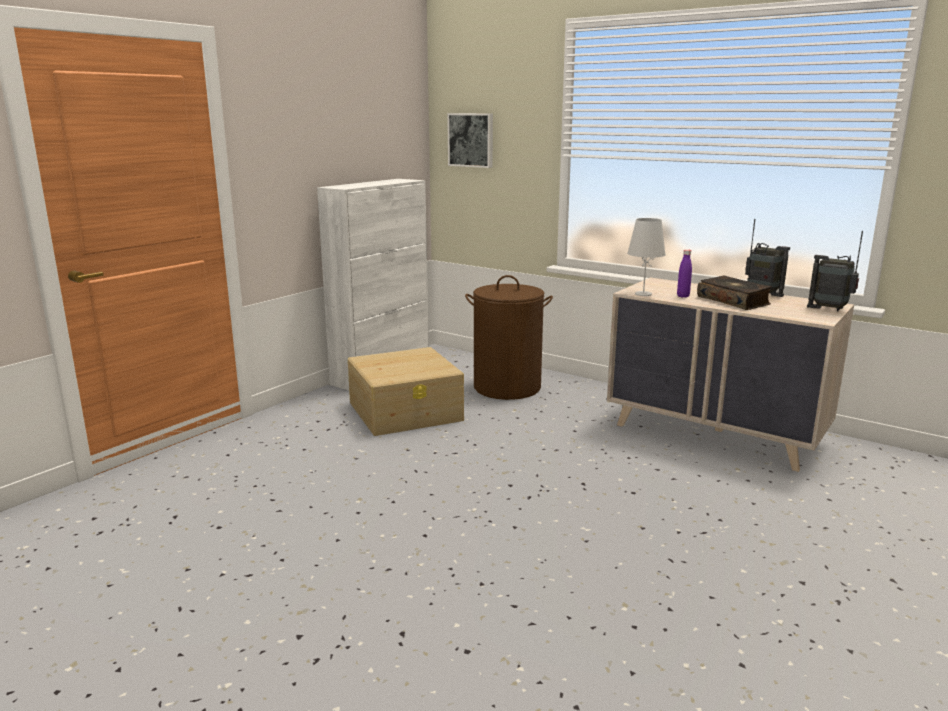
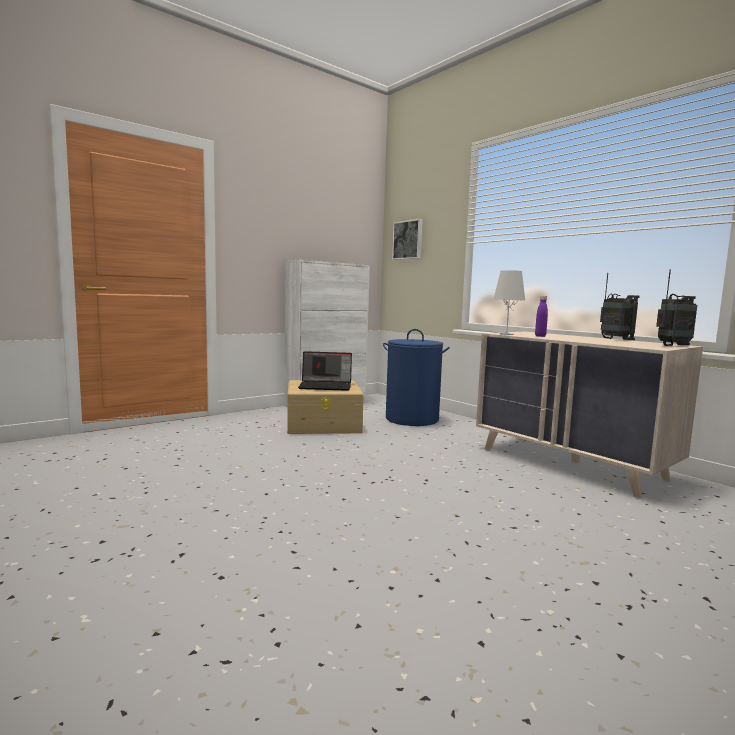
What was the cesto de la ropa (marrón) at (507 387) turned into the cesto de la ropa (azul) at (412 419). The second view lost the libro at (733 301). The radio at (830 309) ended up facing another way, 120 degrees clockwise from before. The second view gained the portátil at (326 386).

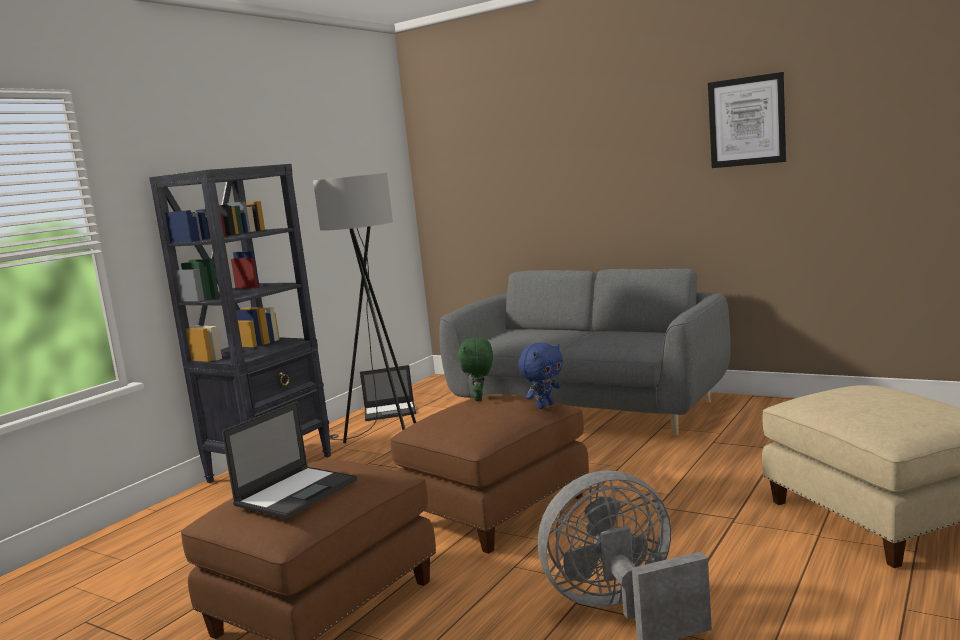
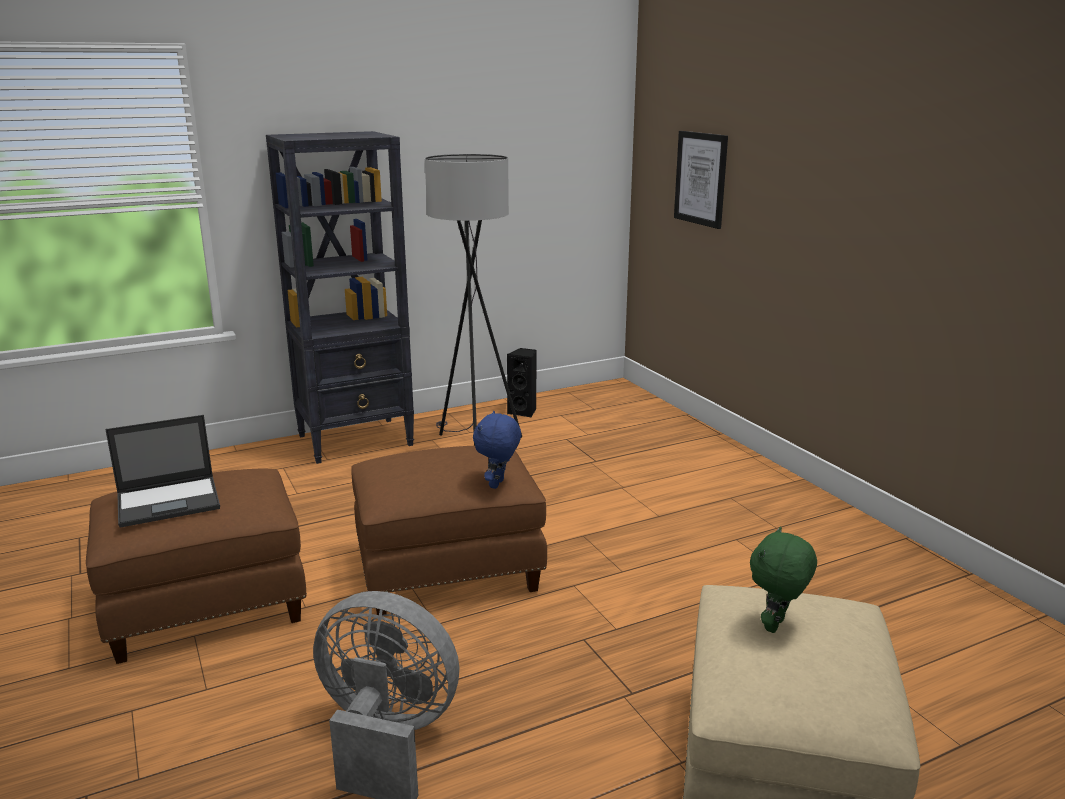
Where the portátil stood at (391 411), the altavoz (negro) came to stand at (524 412). The second view lost the sofá (gris) at (588 408). The peluche (verde) ended up elsewhere, having gone from (480 398) to (776 626). The peluche (azul) at (544 406) ended up facing another way, 120 degrees clockwise from before. The cuadro ended up elsewhere, having gone from (746 121) to (701 178).

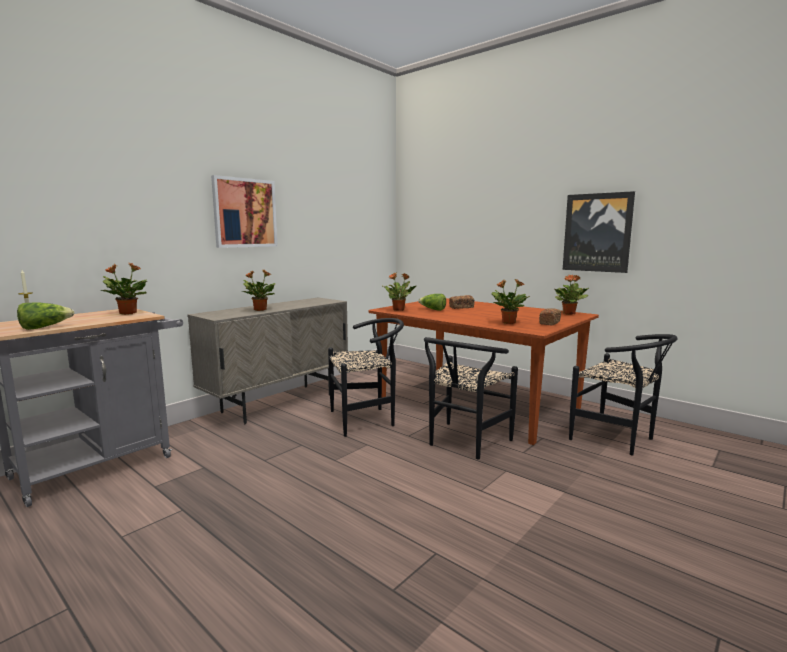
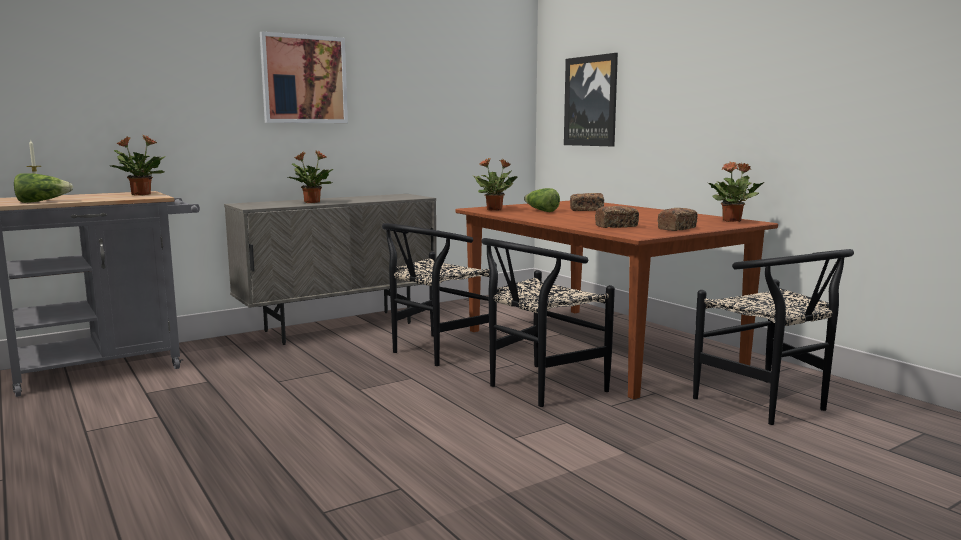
The silla (negro) at (367 419) ended up facing another way, 135 degrees clockwise from before. Where the planta en maceta stood at (508 322), the pan came to stand at (616 226). The cuadro ended up elsewhere, having gone from (597 232) to (591 101).

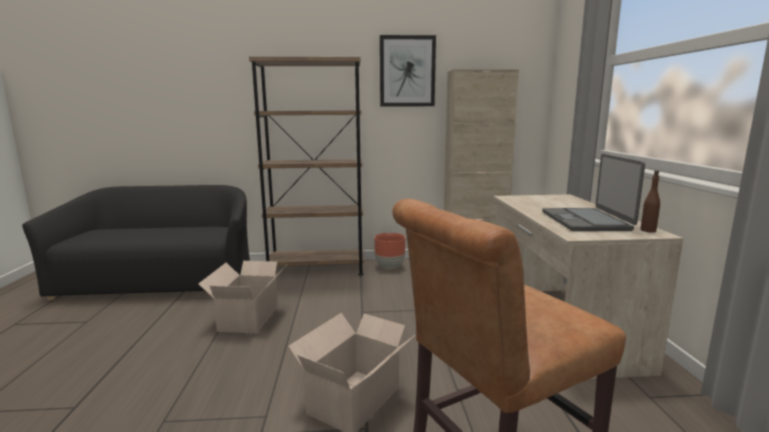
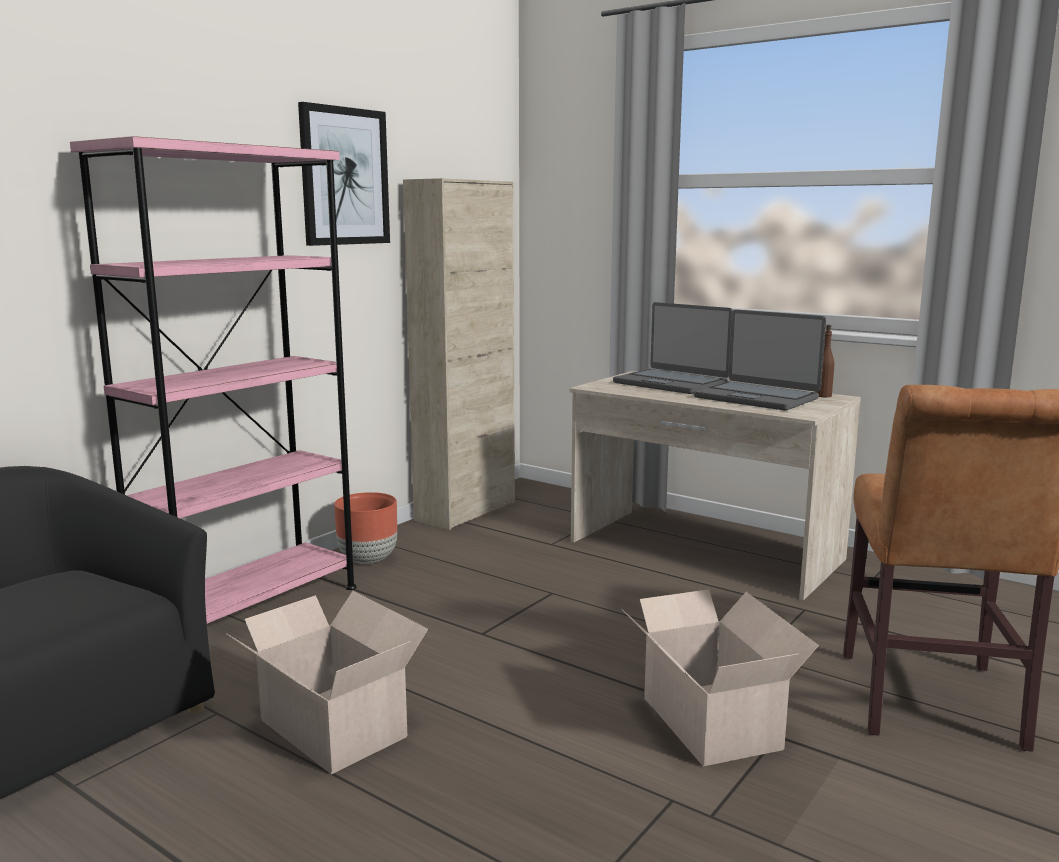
What was the estantería (marrón) at (316 269) turned into the estantería (rosa) at (250 610). The second view gained the portátil at (671 383).

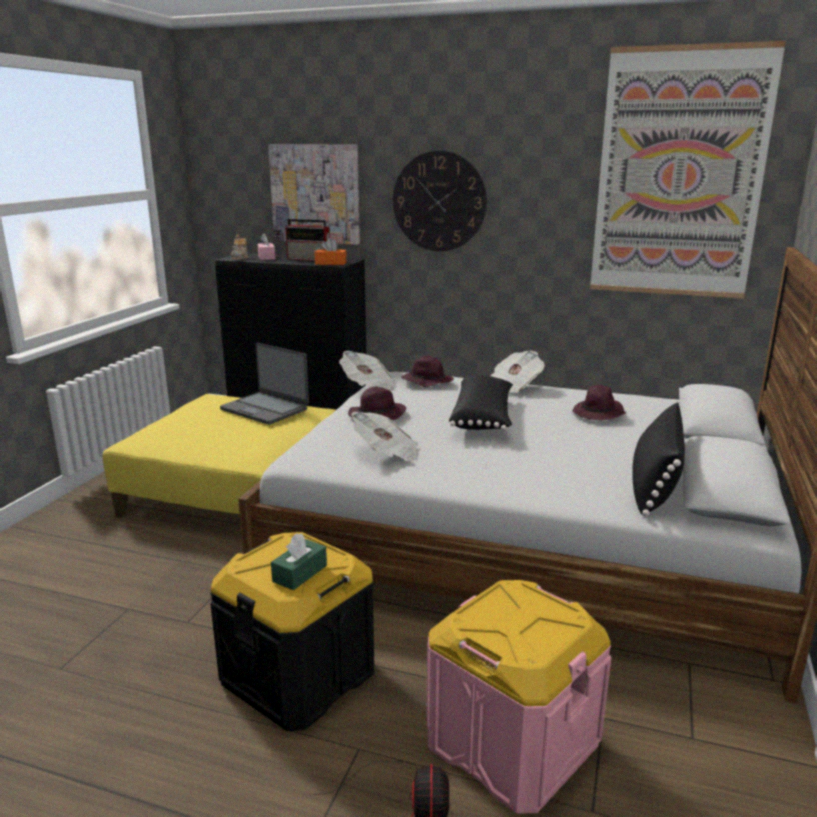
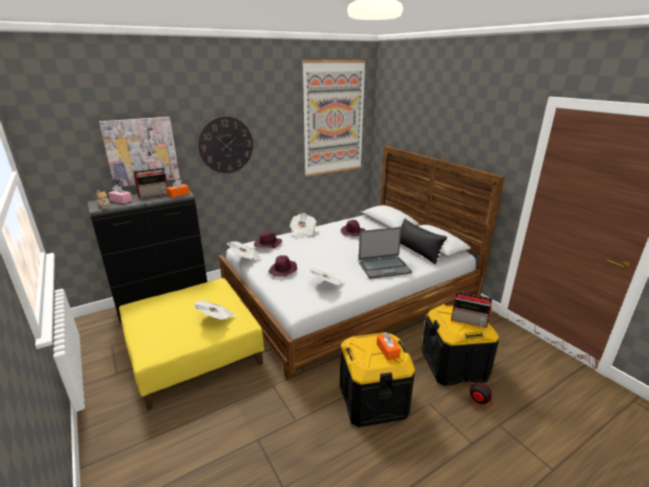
The portátil ended up elsewhere, having gone from (265 409) to (384 267). What was the caja de pañuelos (verde) at (300 573) turned into the caja de pañuelos (naranja) at (387 350). What was the caja de almacenaje (rosa) at (512 742) turned into the caja de almacenaje (negro) at (454 365). The second view lost the cojín (negro) at (483 418). The second view gained the periódico at (216 318). The second view gained the radio at (469 321).

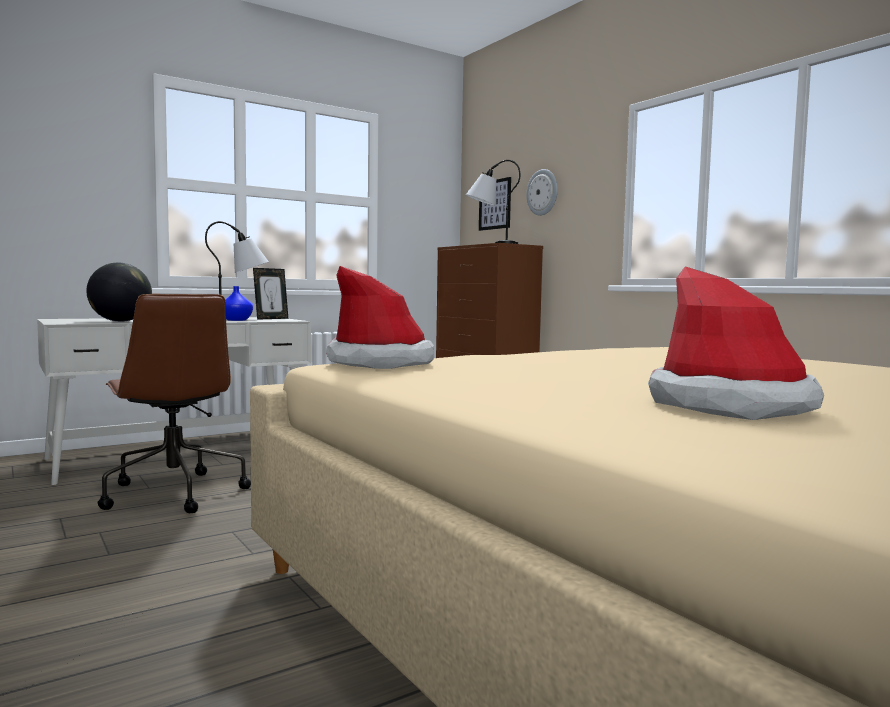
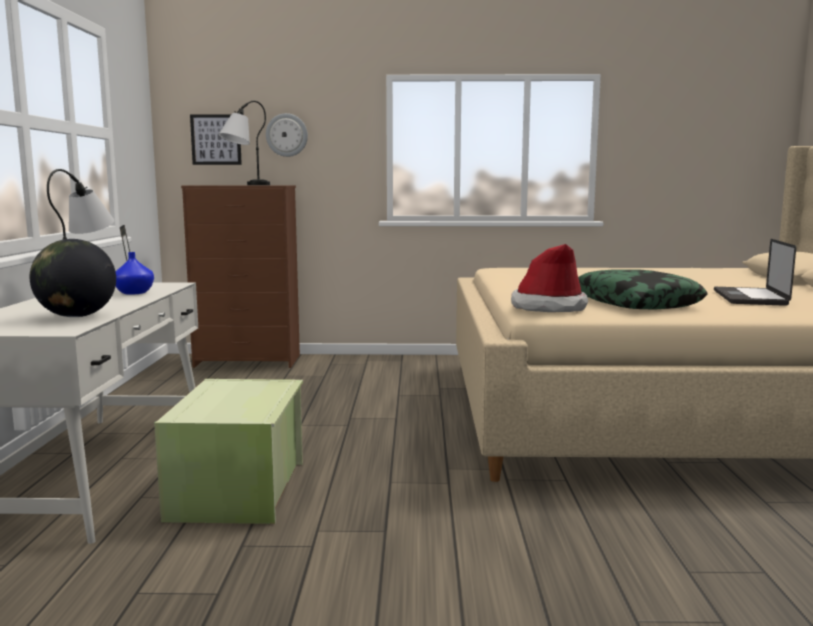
Where the silla de oficina (marrón) stood at (173 493), the caja de almacenaje (verde) came to stand at (241 489). Where the sombrero stood at (730 406), the portátil came to stand at (749 298). The second view gained the cojín at (636 303).

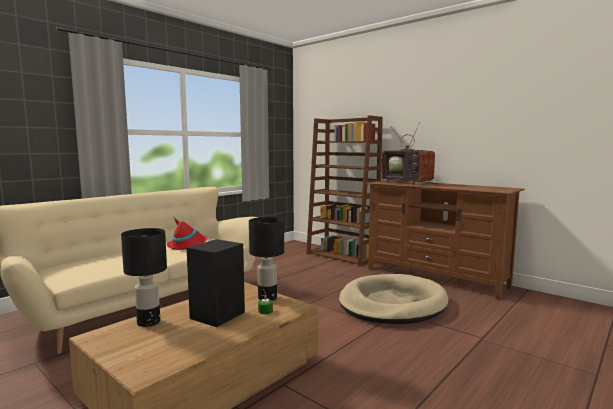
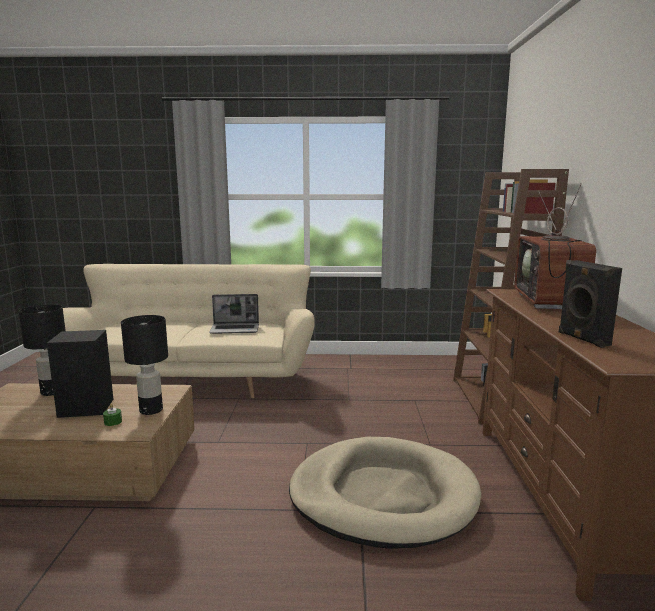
Where the sombrero (rojo) stood at (187 245), the portátil came to stand at (235 329). The second view gained the altavoz (negro) at (582 339).

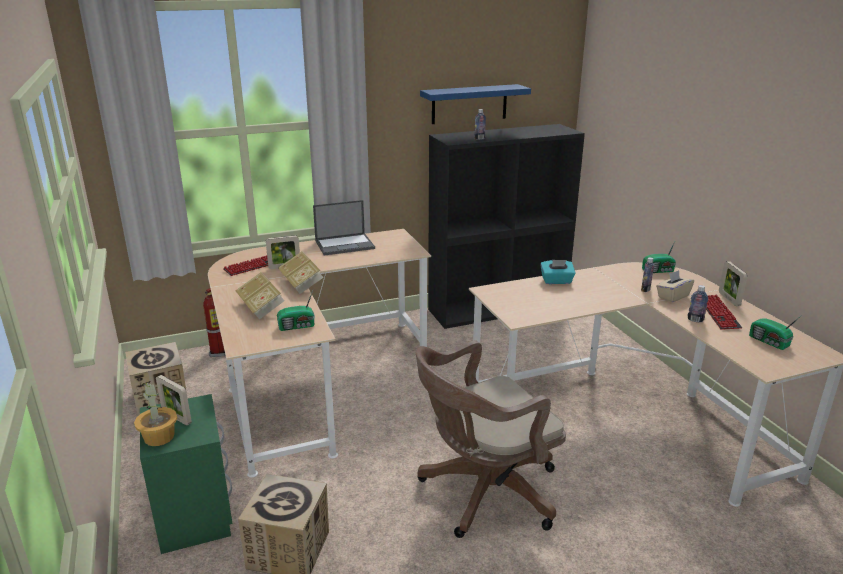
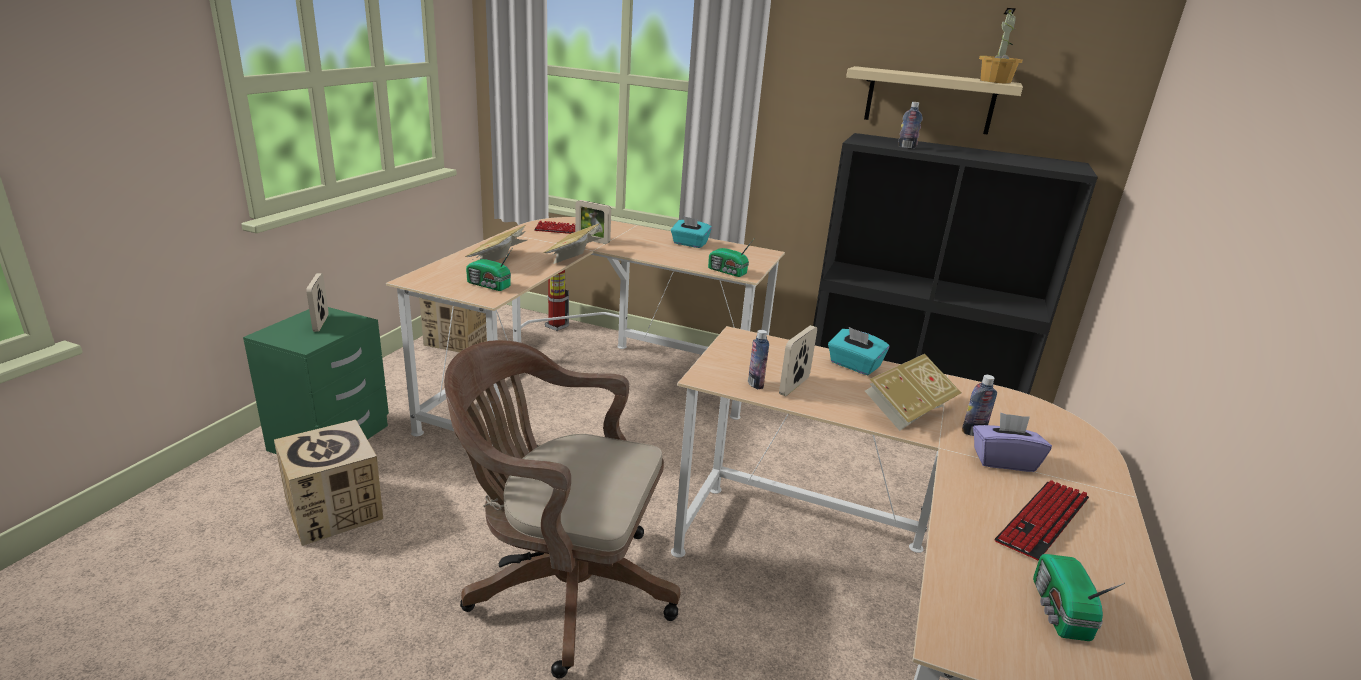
The planta en maceta ended up elsewhere, having gone from (159 437) to (995 81). Where the portátil stood at (345 244), the caja de pañuelos (turquesa) came to stand at (689 244). What was the estante (azul) at (469 104) turned into the estante (beis) at (929 100). The radio ended up elsewhere, having gone from (659 271) to (727 272). What was the caja de pañuelos (beis) at (672 296) turned into the caja de pañuelos (morado) at (1003 460). The botella ended up elsewhere, having gone from (695 320) to (755 384). The portarretratos ended up elsewhere, having gone from (729 299) to (794 386). The second view gained the libro at (907 410).

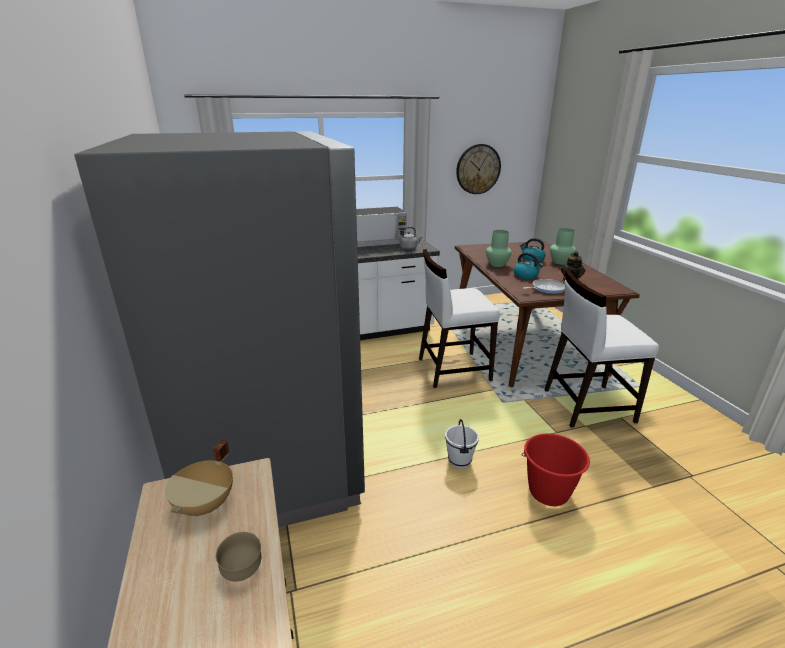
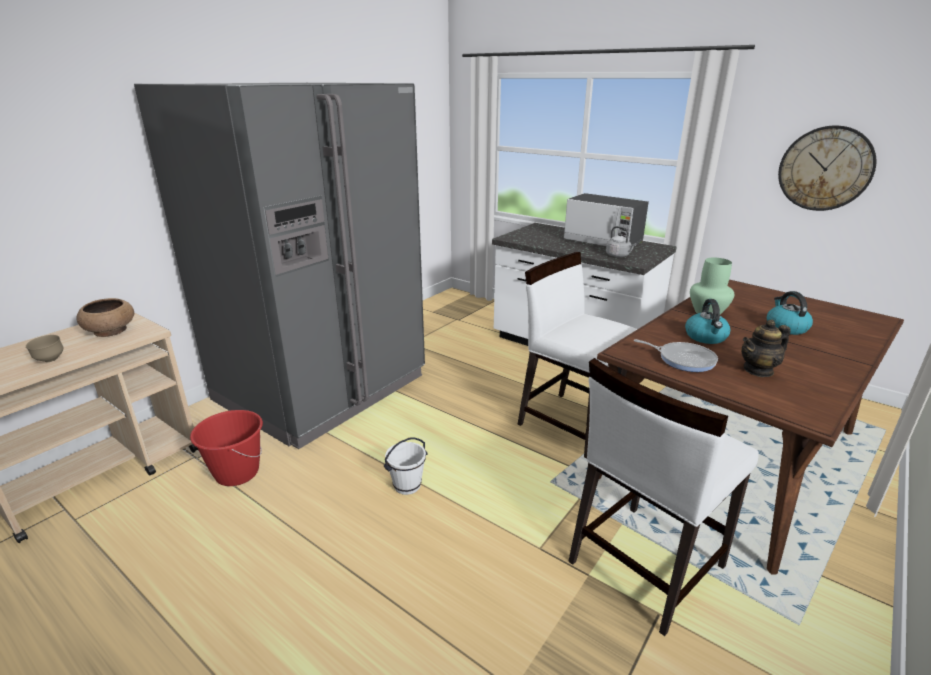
Where the olla (beis) stood at (206 505), the cuenco (marrón) came to stand at (111 331). The cubo (rojo) ended up elsewhere, having gone from (548 492) to (237 473). The silla (blanco) at (587 405) ended up facing another way, 90 degrees counterclockwise from before. The second view lost the florero (verde) at (560 262).

